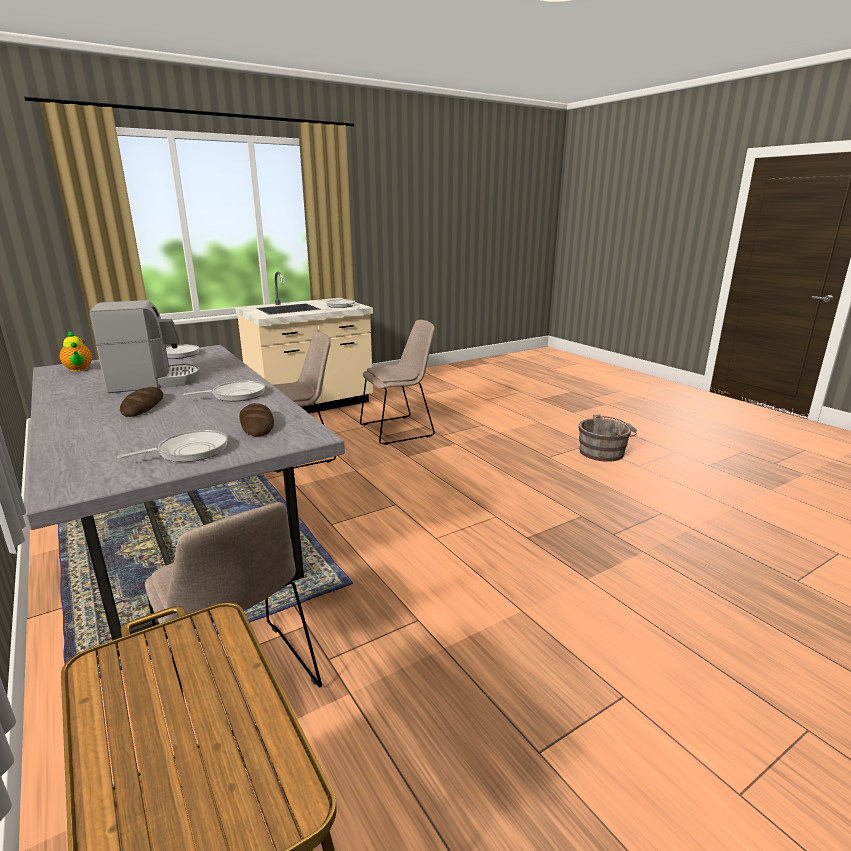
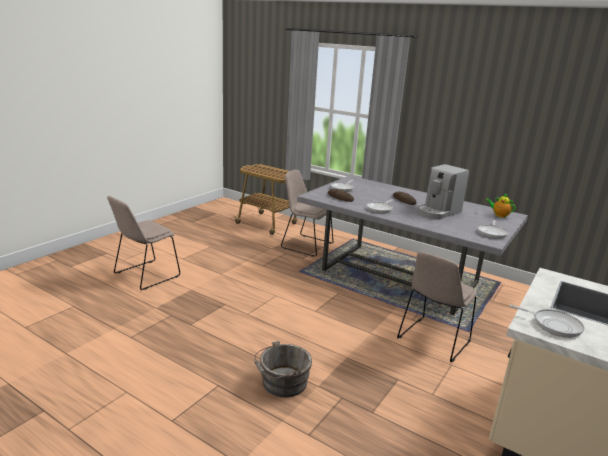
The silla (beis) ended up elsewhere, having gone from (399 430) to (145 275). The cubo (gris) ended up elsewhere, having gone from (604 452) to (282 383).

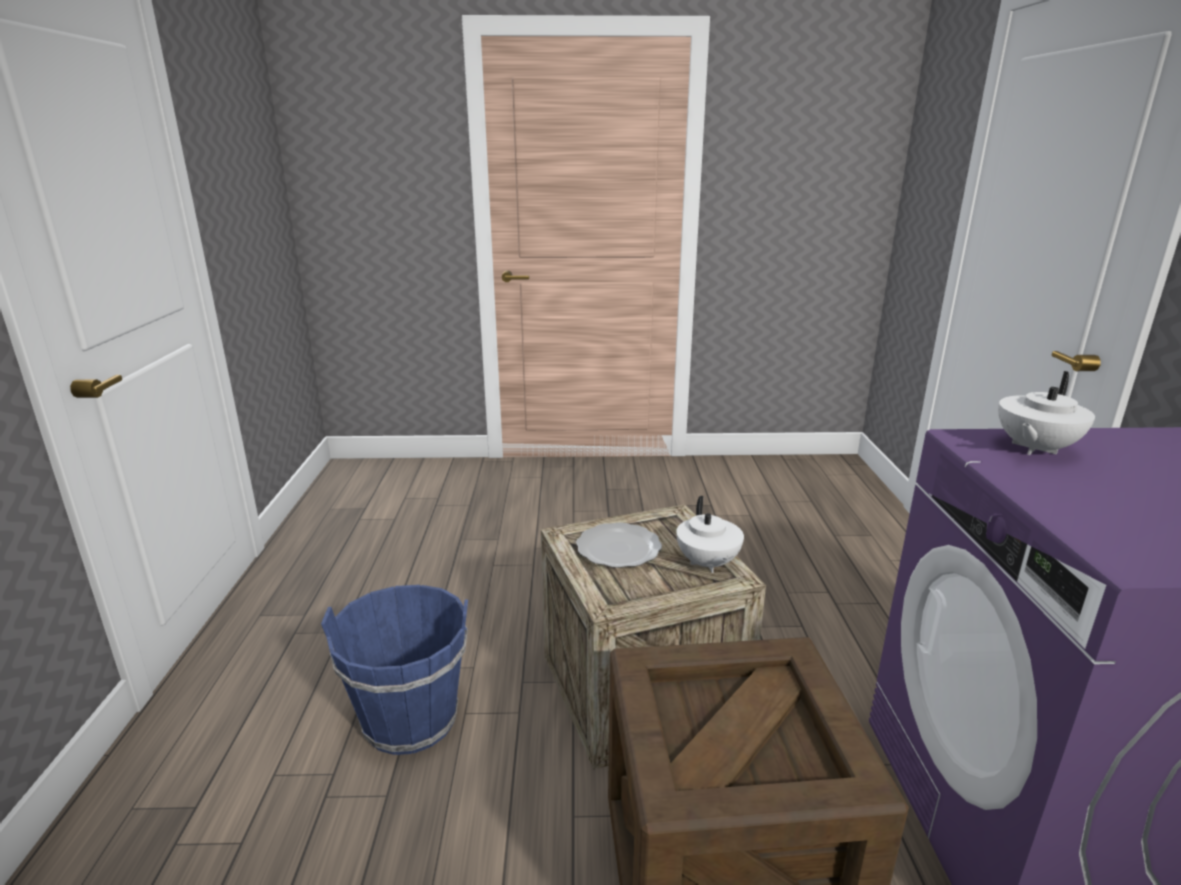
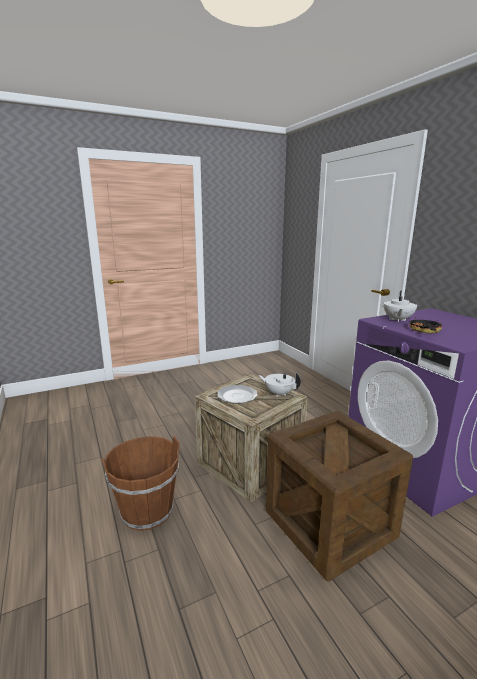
What was the cubo (azul) at (410 719) turned into the cubo (marrón) at (147 511). The tetera (blanco) at (707 564) ended up facing another way, 150 degrees clockwise from before. The second view gained the sartén at (425 331).

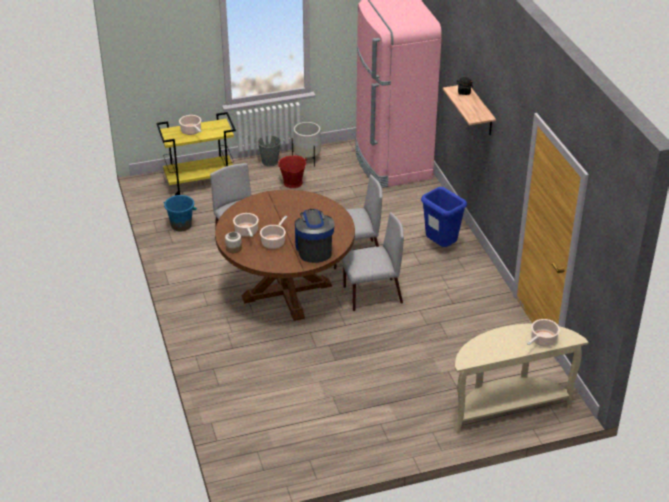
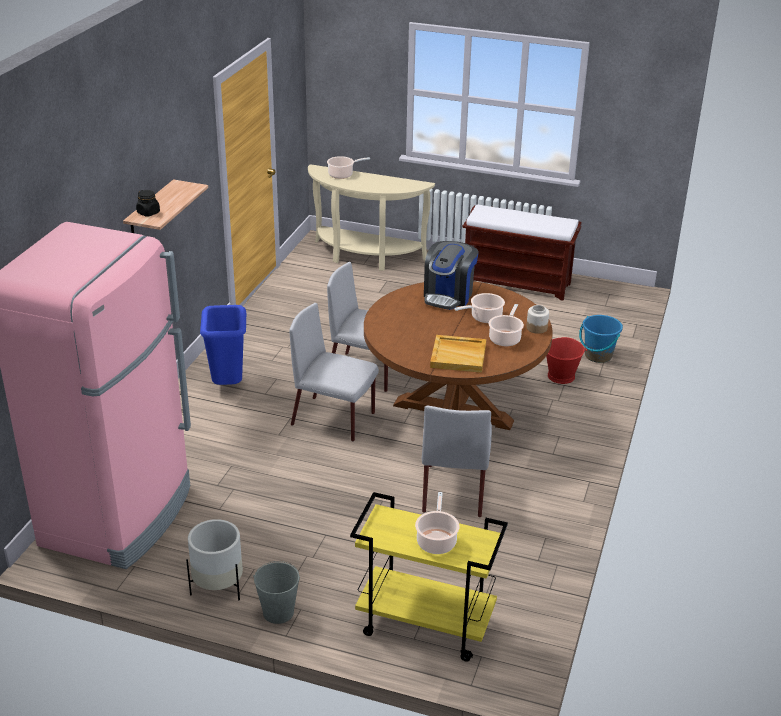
The cubo (azul) ended up elsewhere, having gone from (181 225) to (598 356). The cubo (rojo) ended up elsewhere, having gone from (292 182) to (561 376). The second view gained the bandeja (beis) at (459 356). The second view gained the banco (marrón) at (518 283).

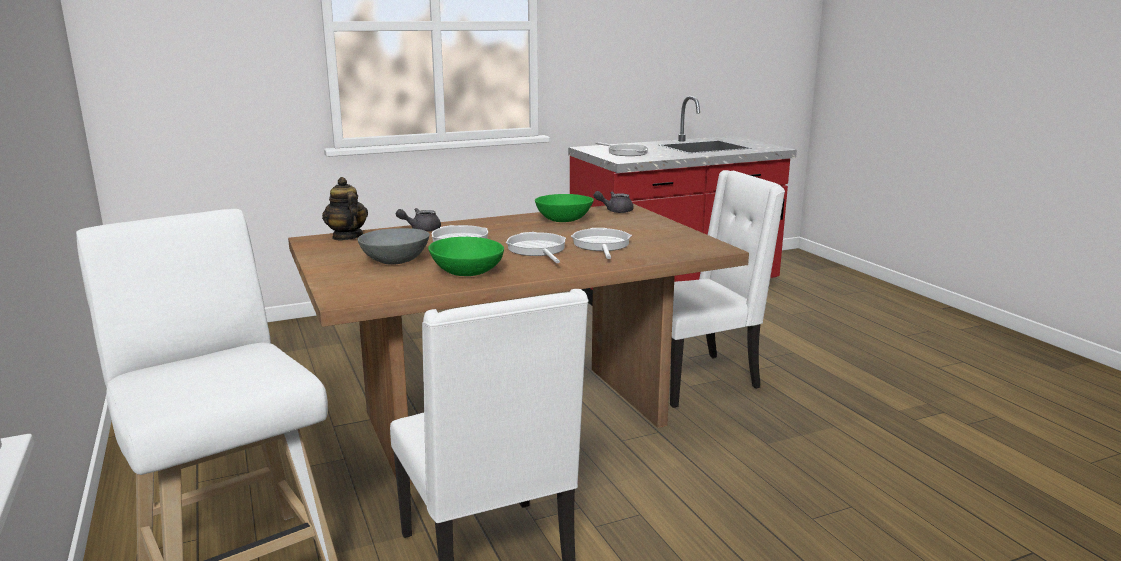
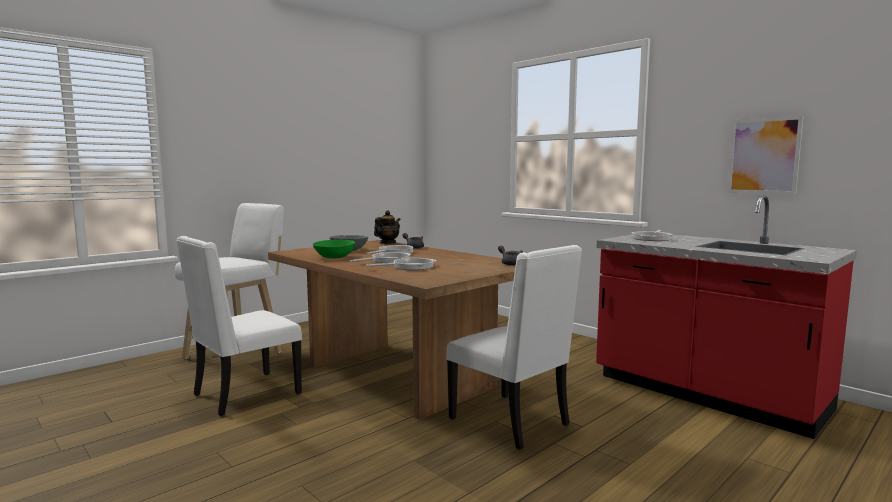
The second view lost the cuenco (verde) at (564 220). The second view gained the cuadro at (763 156).

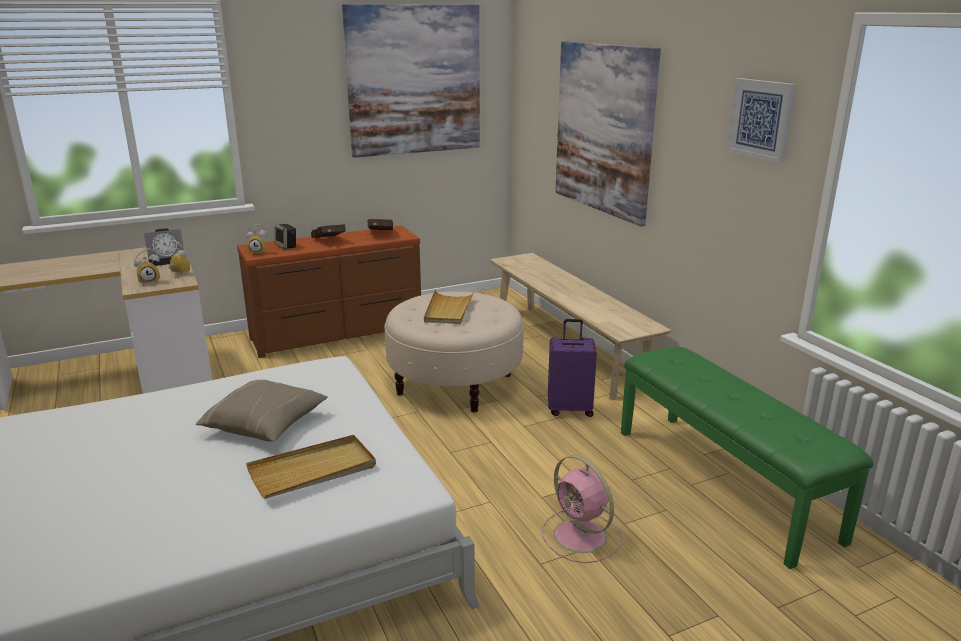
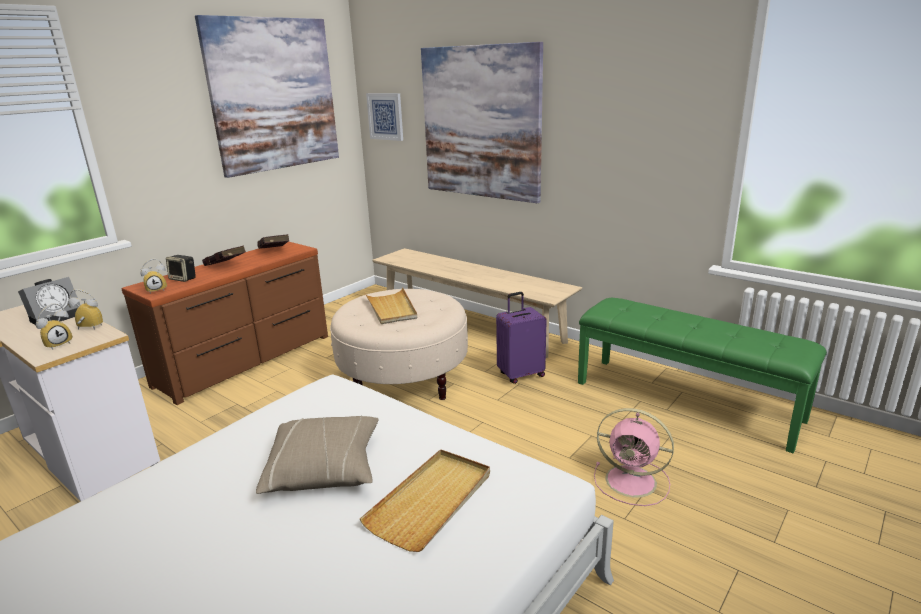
The cuadro ended up elsewhere, having gone from (761 119) to (385 116).

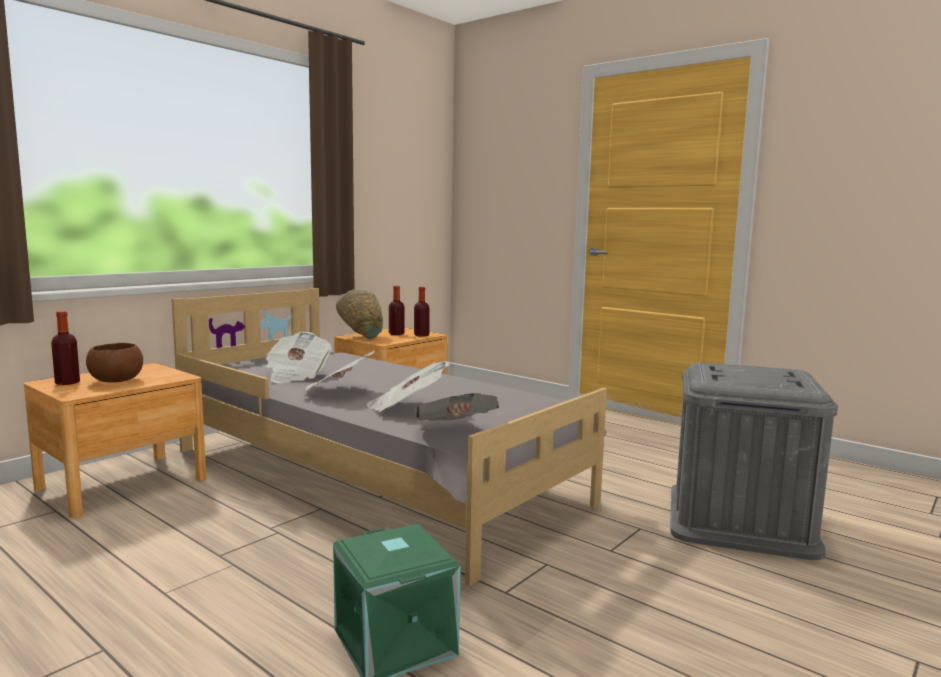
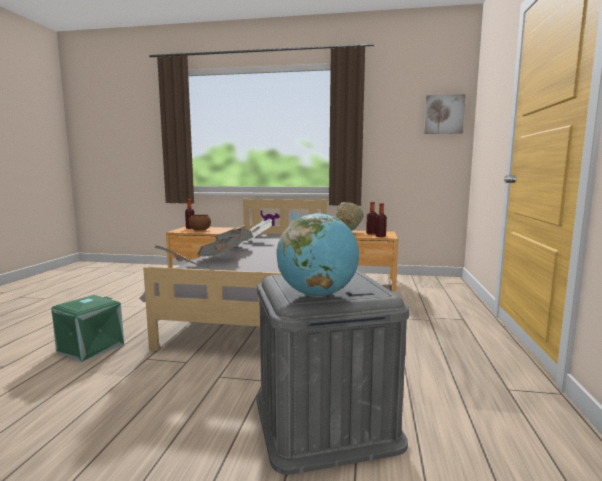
The second view gained the globo terráqueo at (317 295). The second view gained the cuadro at (444 114).

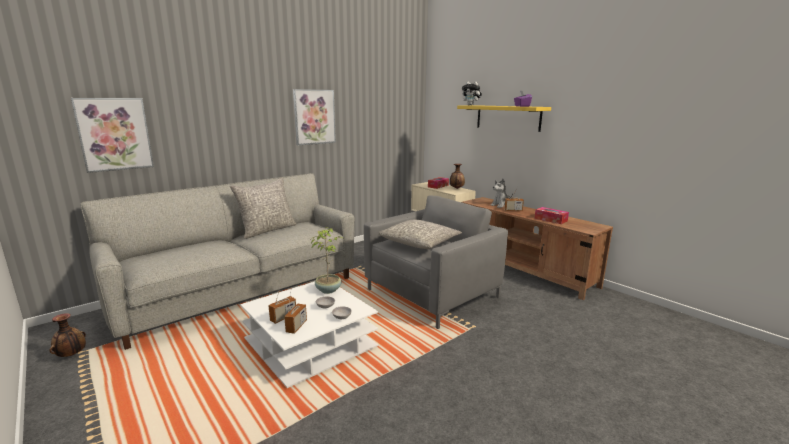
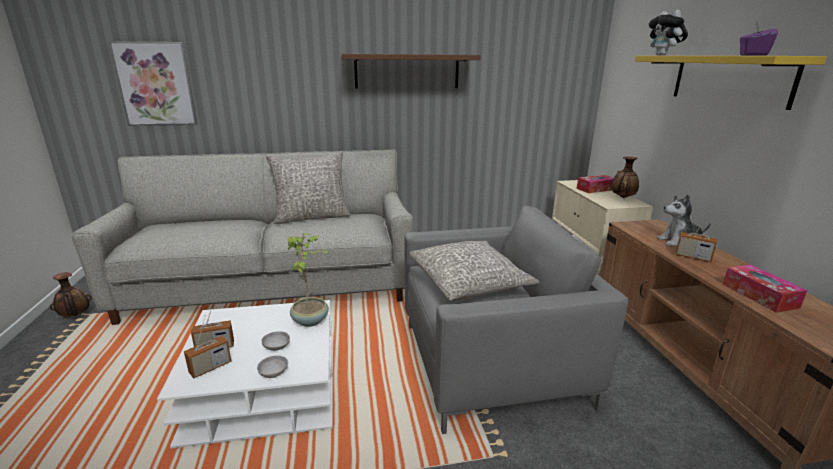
Where the cuadro hung at (314 117), the estante (marrón) came to hang at (407 71).

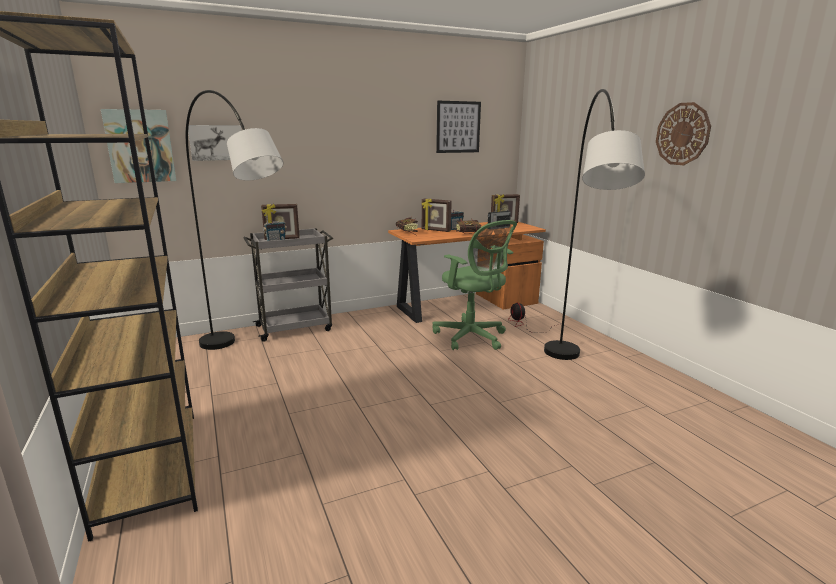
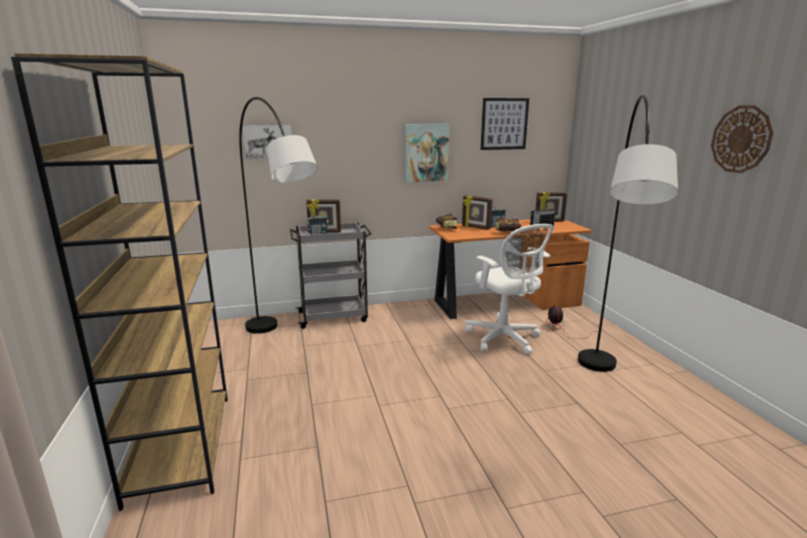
The cuadro ended up elsewhere, having gone from (140 146) to (425 152). What was the silla de oficina (verde) at (472 337) turned into the silla de oficina (blanco) at (504 339).

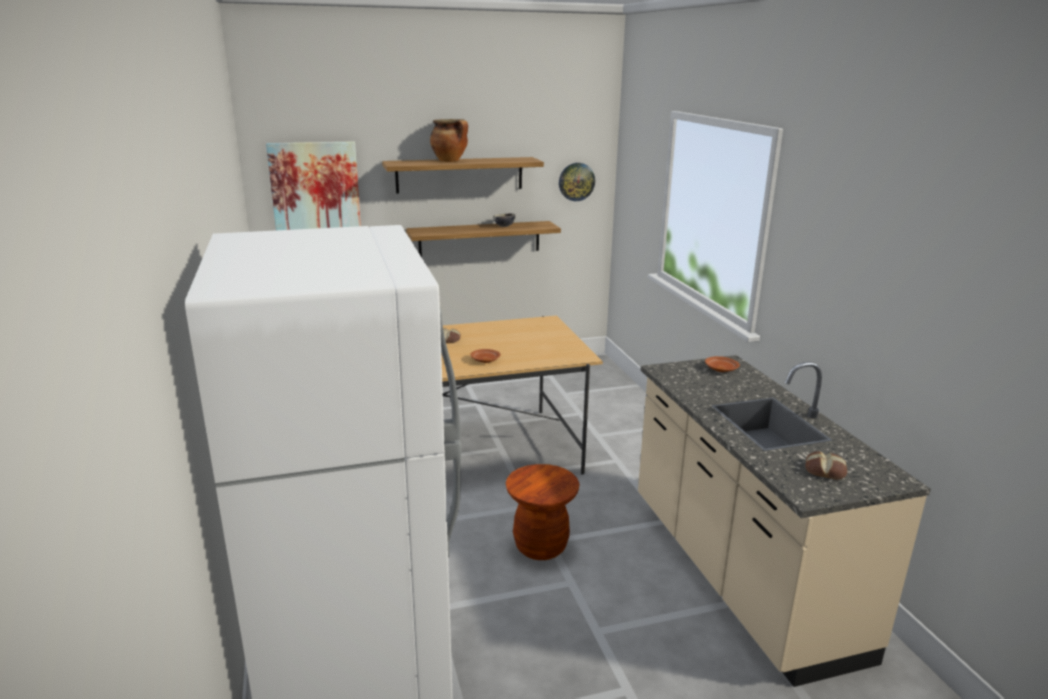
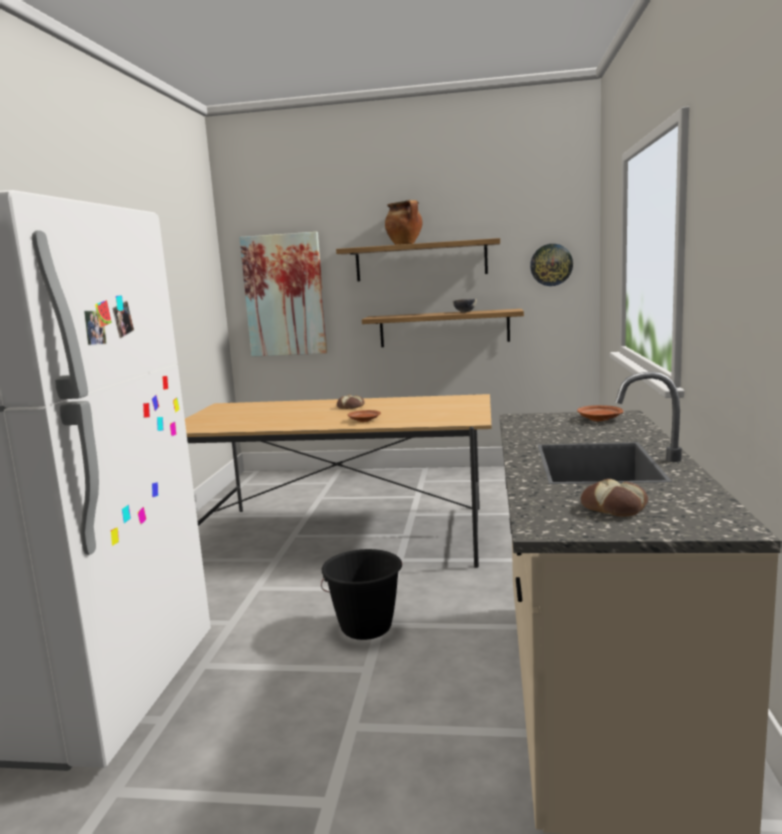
Where the taburete (marrón) stood at (540 546), the cubo (negro) came to stand at (366 627).

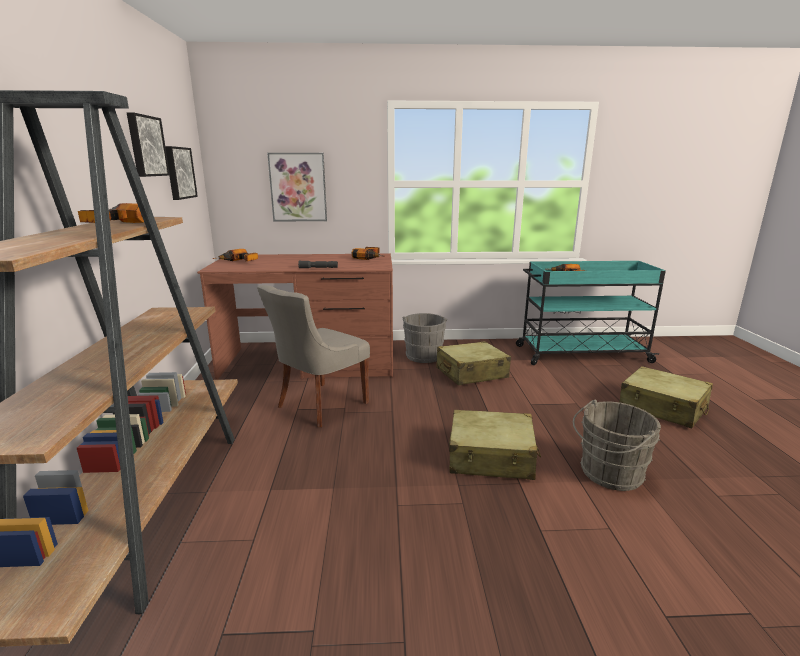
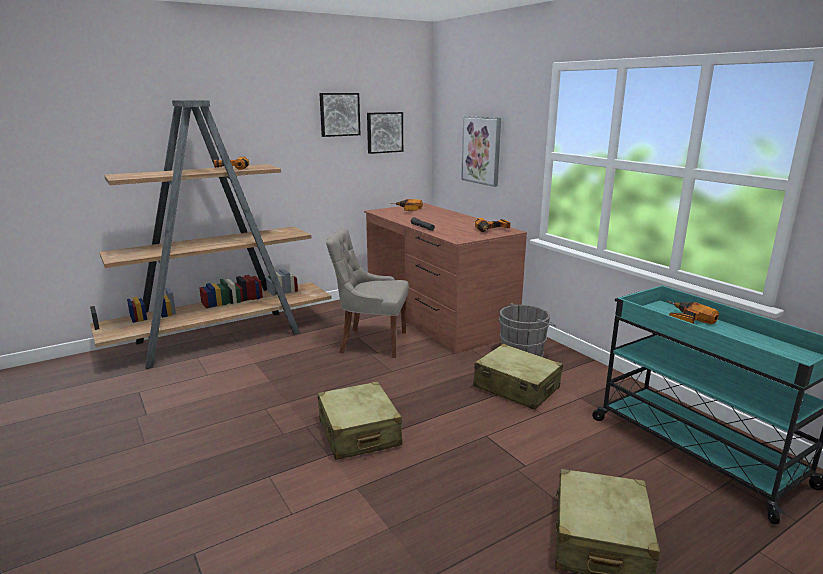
The second view lost the cubo (gris) at (608 473).

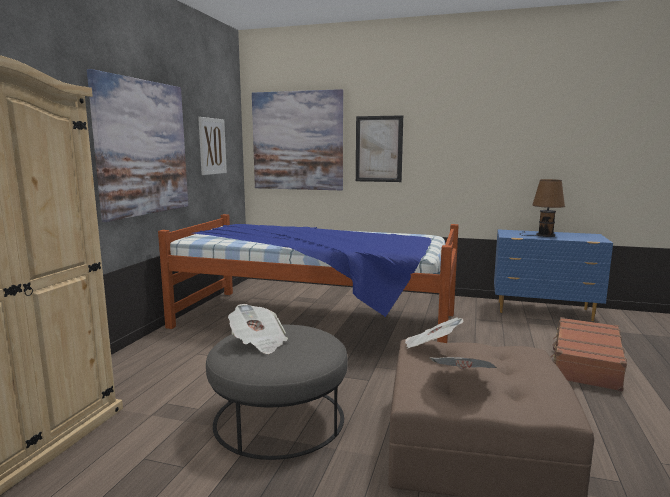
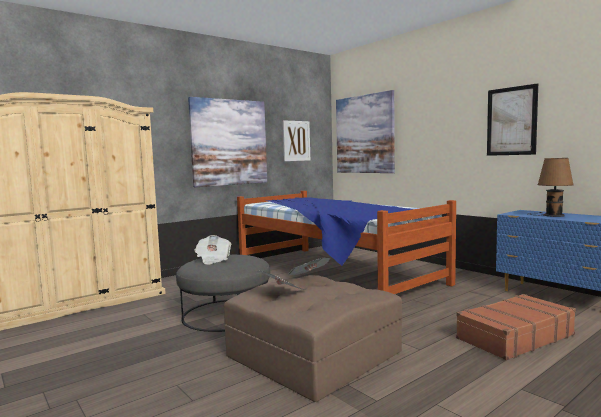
The cuadro ended up elsewhere, having gone from (379 149) to (511 121).

